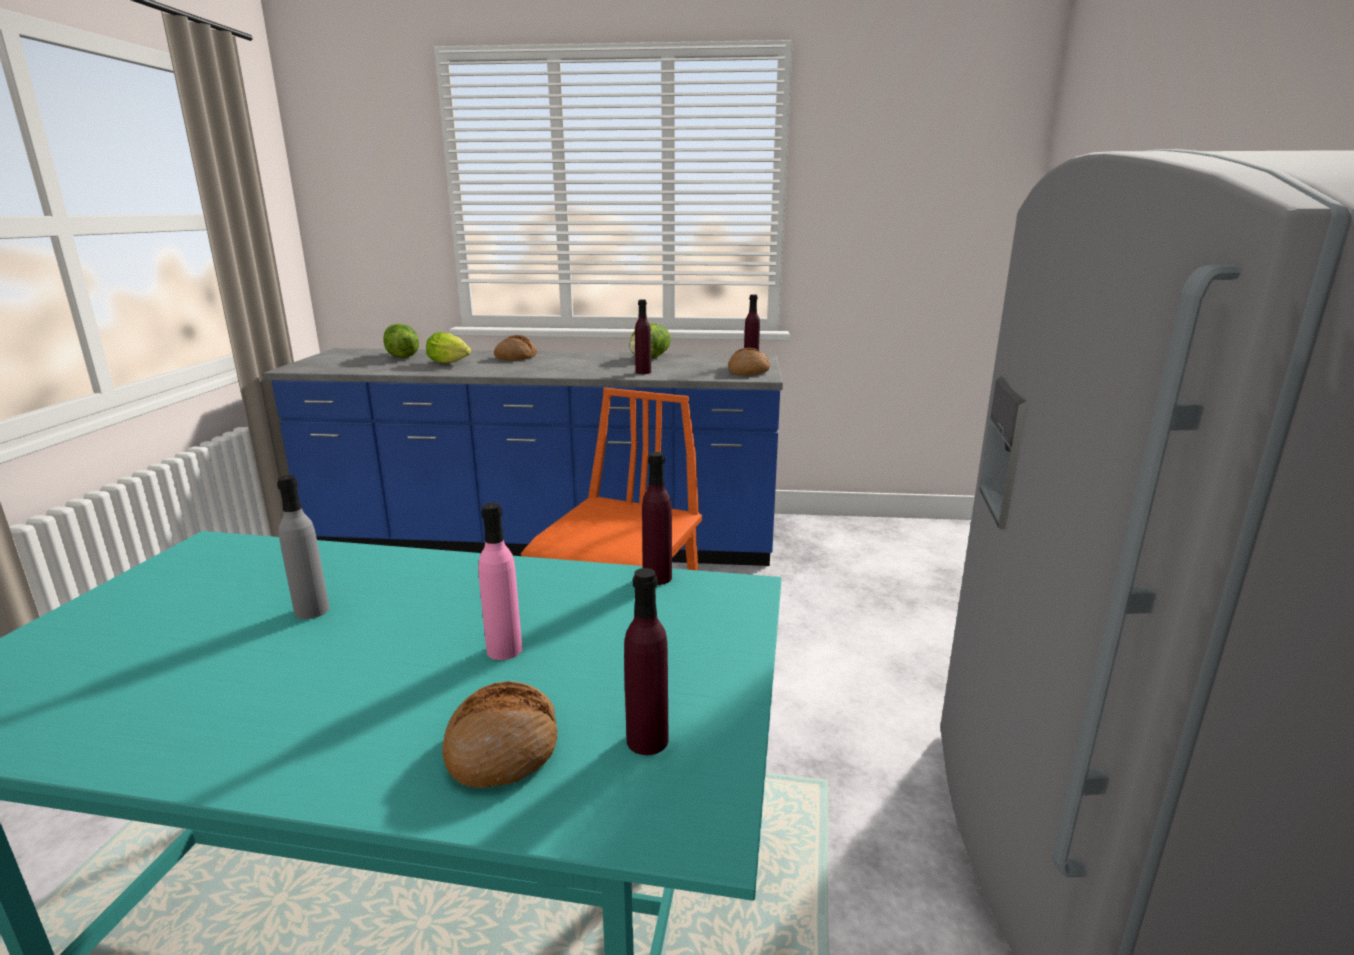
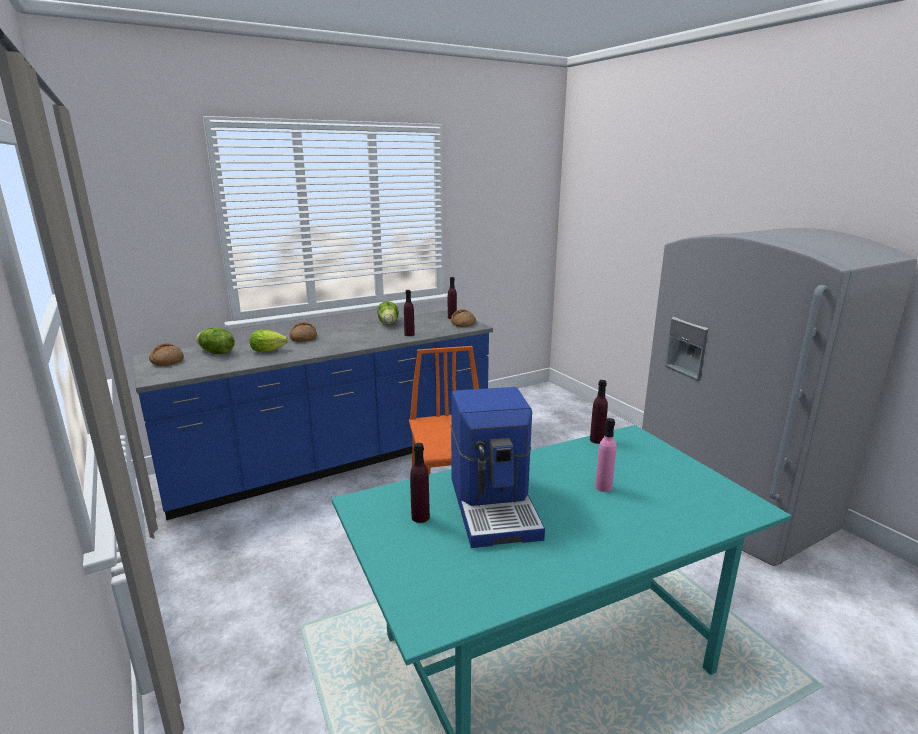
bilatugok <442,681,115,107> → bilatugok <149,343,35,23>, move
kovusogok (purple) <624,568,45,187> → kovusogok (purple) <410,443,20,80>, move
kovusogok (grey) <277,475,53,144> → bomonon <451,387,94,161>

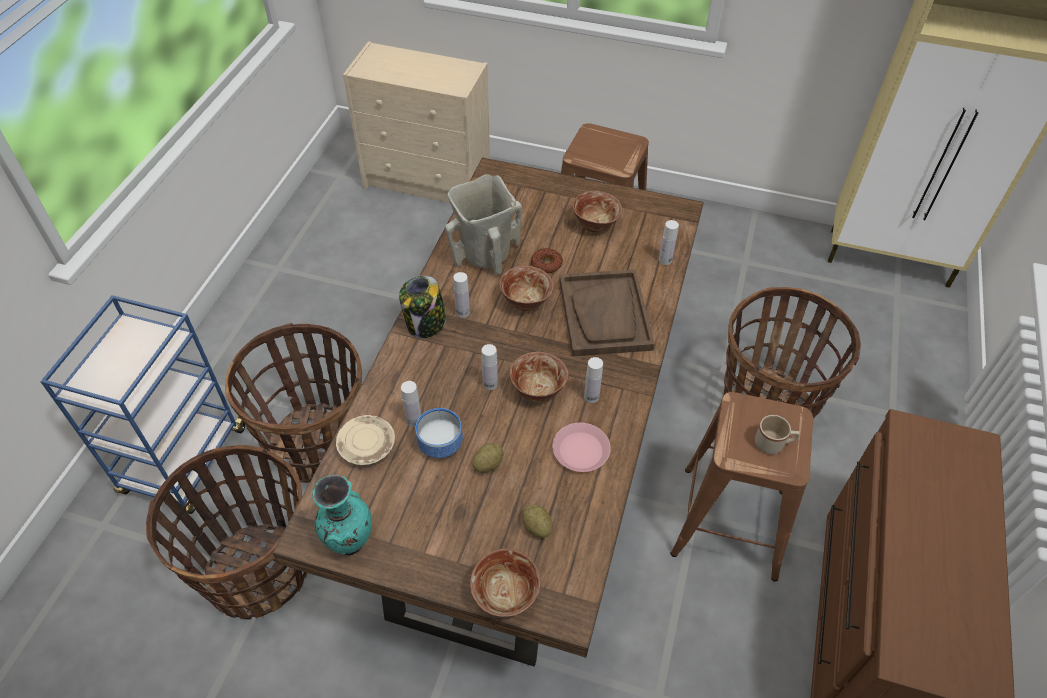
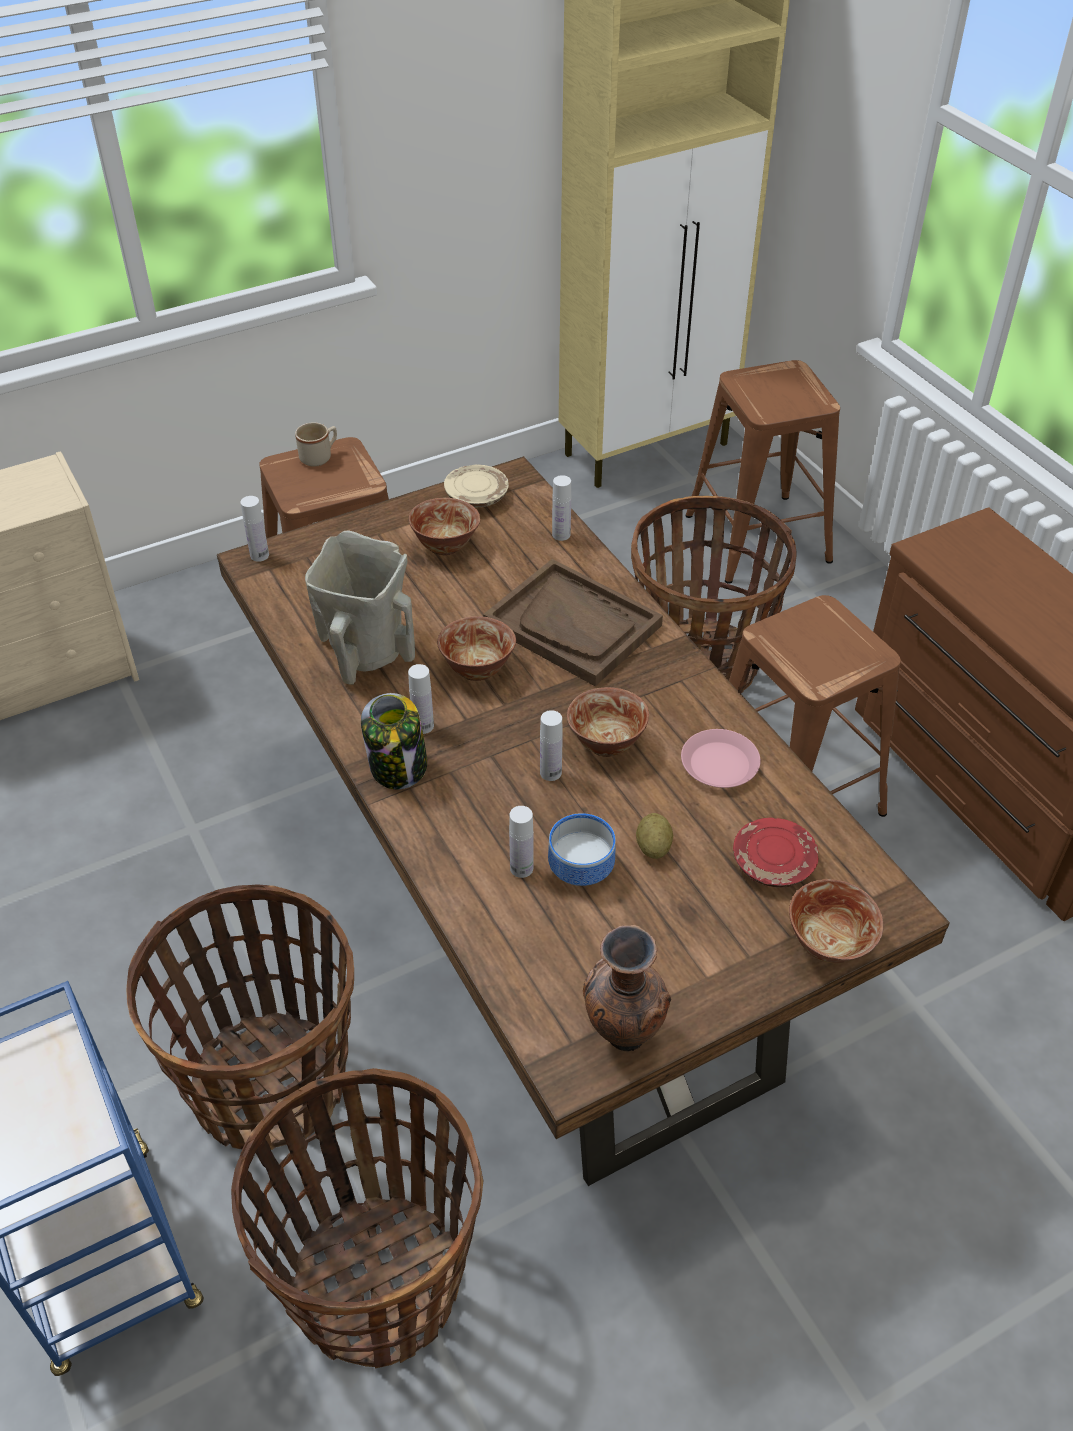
kovusogok (white) <584,357,19,46> → kovusogok (white) <240,496,29,66>, move
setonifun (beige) <755,415,45,39> → setonifun (beige) <295,422,42,45>, move
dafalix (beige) <336,415,59,51> → dafalix (beige) <444,465,65,42>, move
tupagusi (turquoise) <312,475,60,81> → tupagusi (brown) <583,925,88,126>
- → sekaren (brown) <685,360,155,224>
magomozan <522,504,30,34> → dafalix (red) <733,818,85,69>
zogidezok <531,248,32,25> → -

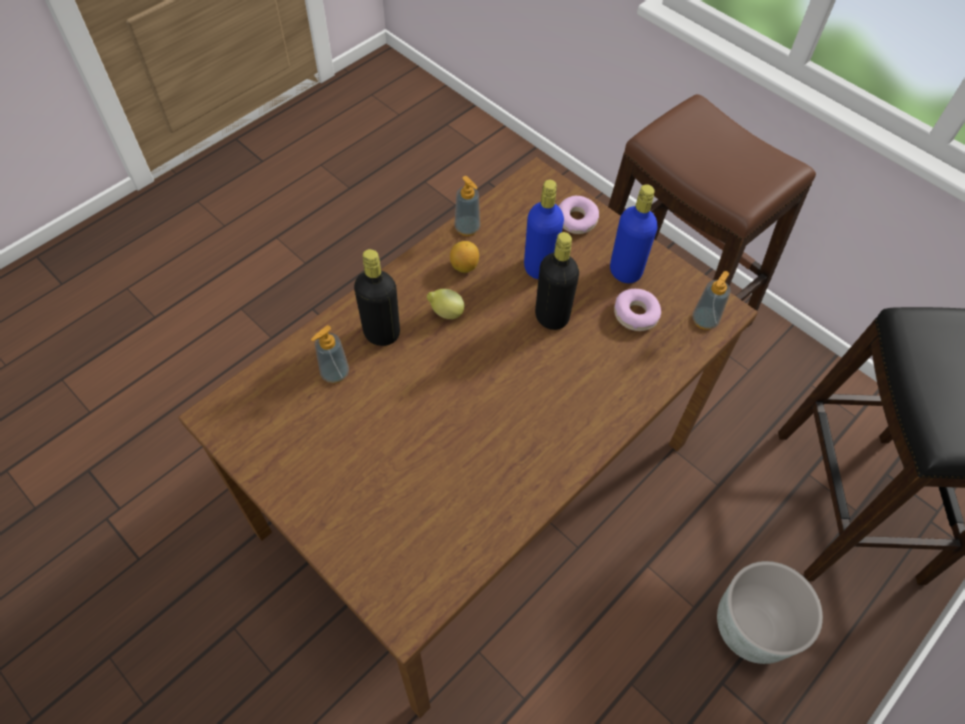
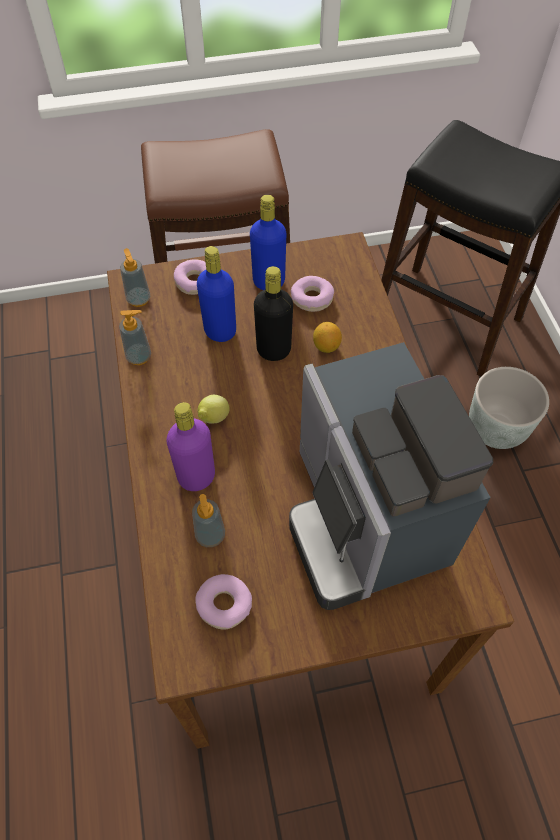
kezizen <692,271,39,59> → kezizen <120,248,30,59>, move
kovusogok (black) <354,249,46,97> → kovusogok (purple) <166,402,49,89>
- → zogidezok <195,574,57,56>
- → bomonon <289,342,204,268>
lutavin <450,241,29,32> → lutavin <313,322,29,31>, move

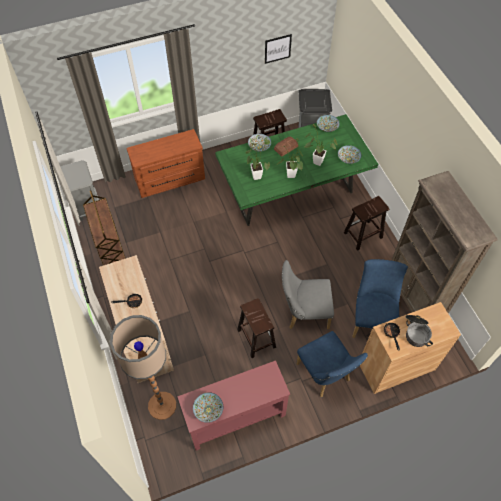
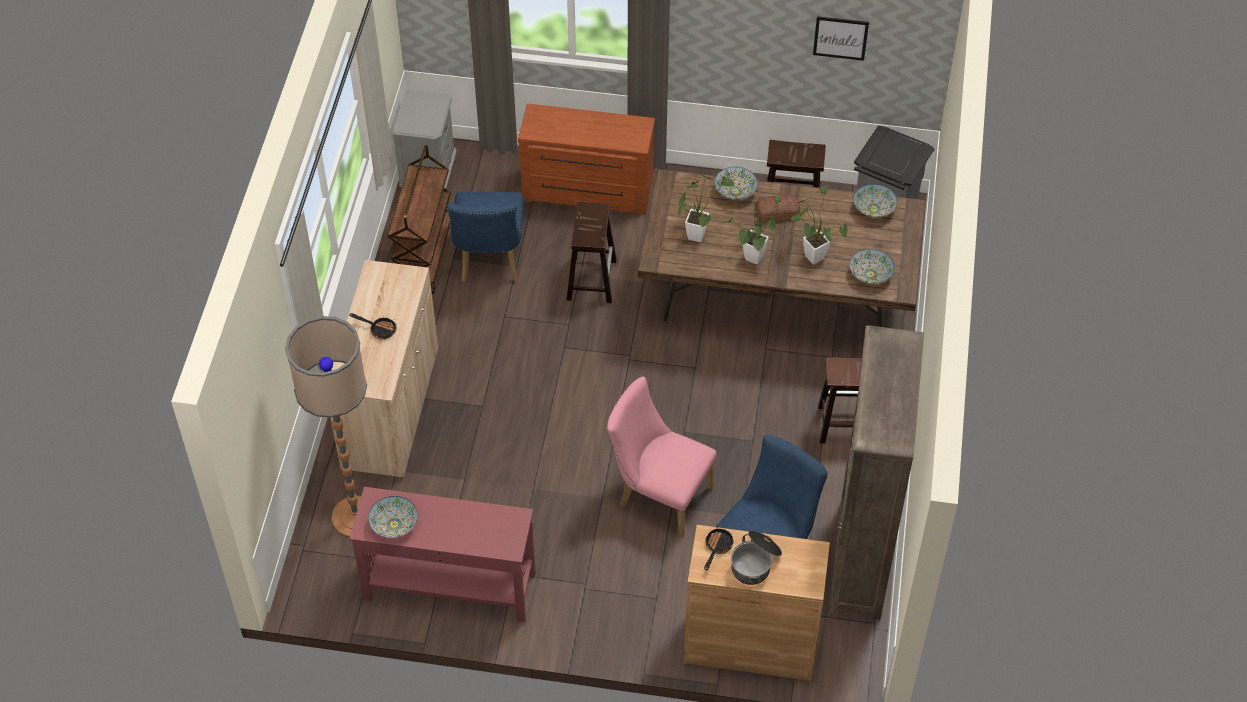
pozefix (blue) <296,331,72,66> → pozefix (blue) <446,191,78,91>, move
sekaren (brown) <237,298,39,60> → sekaren (brown) <567,202,50,101>, move
pozefix (grey) <282,260,52,69> → pozefix (pink) <607,377,110,160>
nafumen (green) <215,114,163,112> → nafumen (brown) <638,169,287,158>

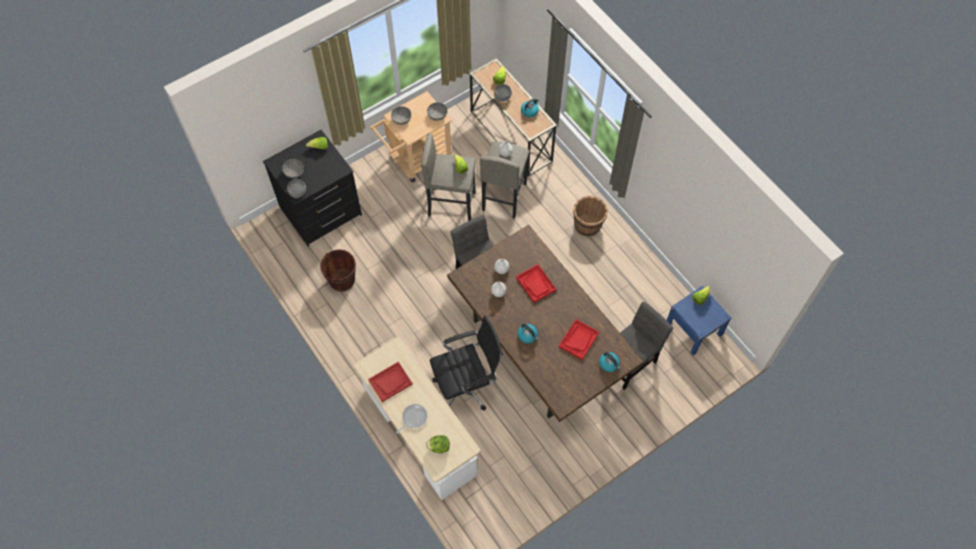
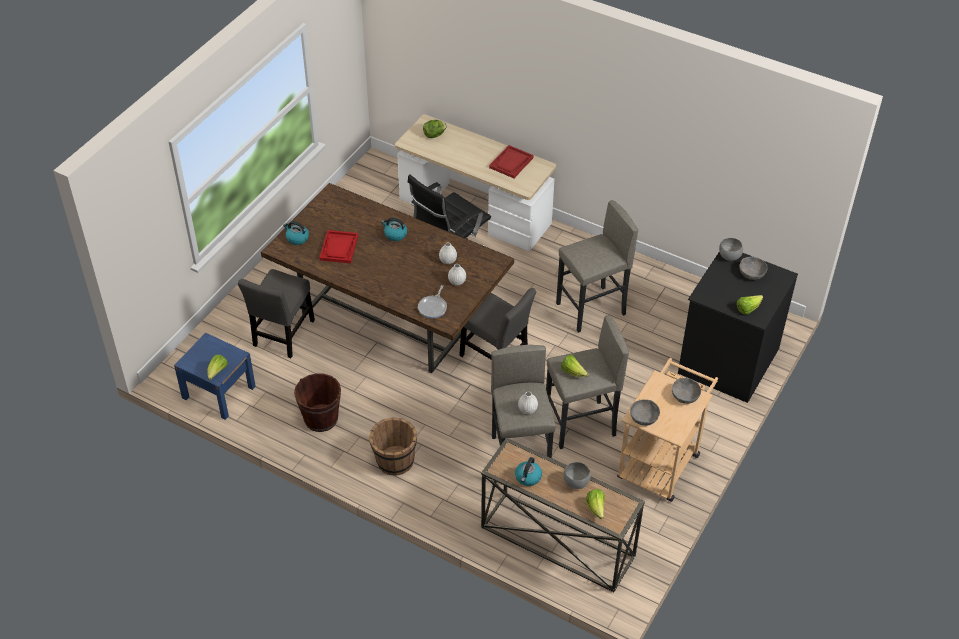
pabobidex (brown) <320,249,36,43> → pabobidex (brown) <294,373,47,59>, move
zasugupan <396,404,31,30> → zasugupan <418,285,29,33>, move
- → sekaren (grey) <556,200,82,133>
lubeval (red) <516,264,40,39> → -

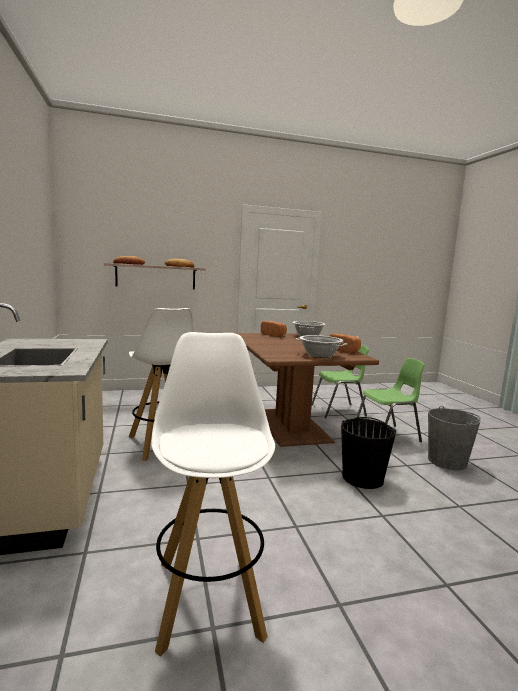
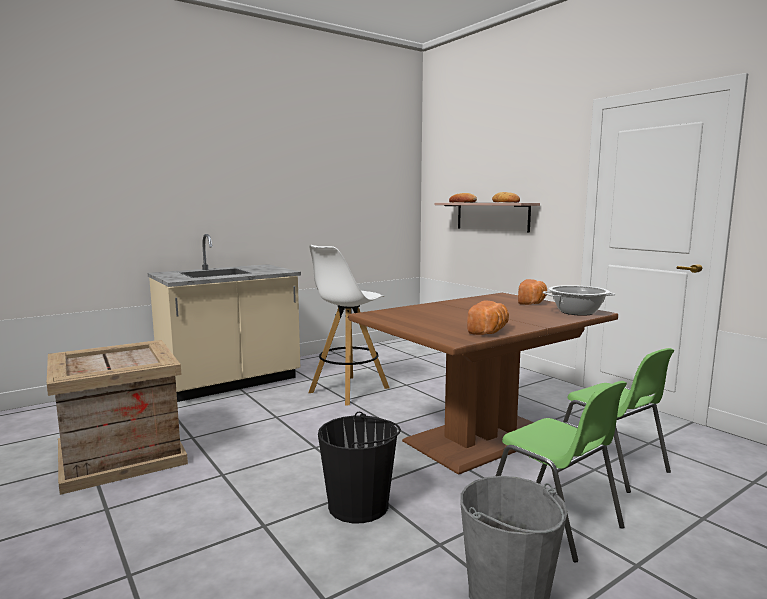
sekaren (white) <151,332,124,325> → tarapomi <47,340,141,155>
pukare <296,335,51,23> → -

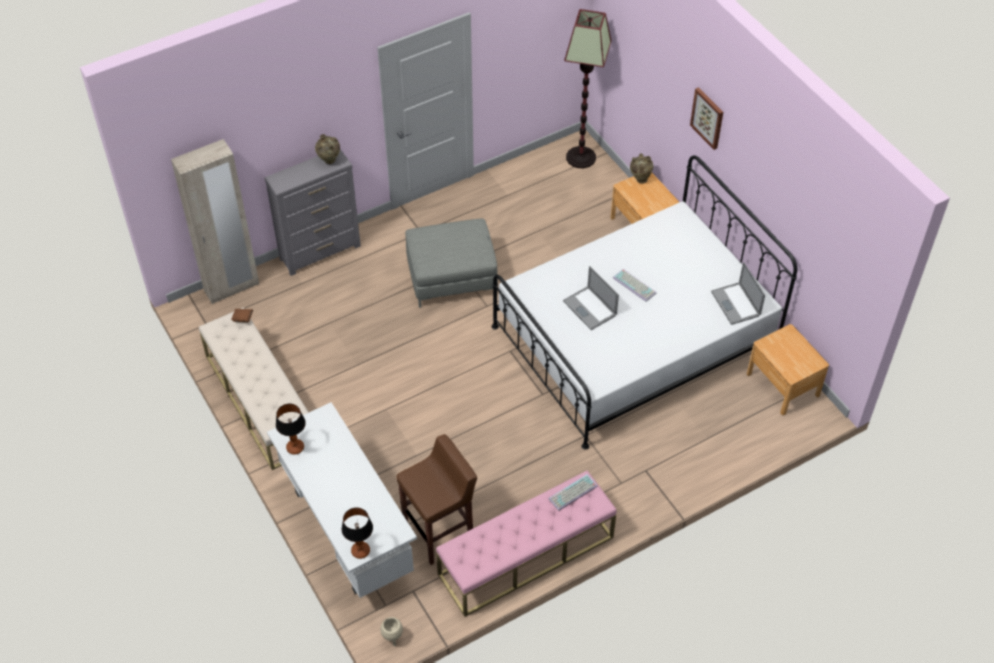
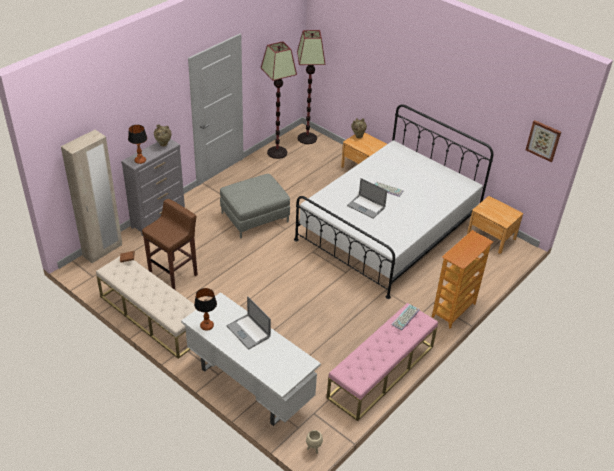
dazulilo <342,507,31,52> → dazulilo <128,125,19,39>, move
sekaren (brown) <396,434,81,131> → sekaren (brown) <142,199,56,91>, move
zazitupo <711,262,54,63> → zazitupo <227,296,44,53>, move
- → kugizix <261,41,36,118>
- → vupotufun <432,230,62,99>
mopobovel <690,87,33,63> → mopobovel <526,120,35,42>, move

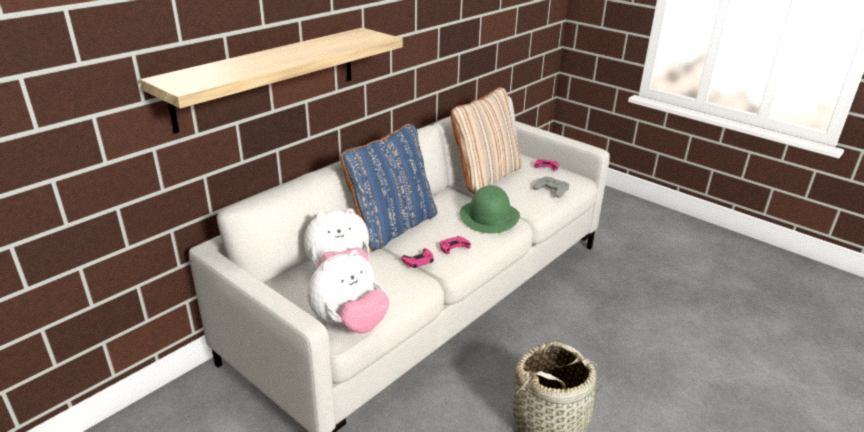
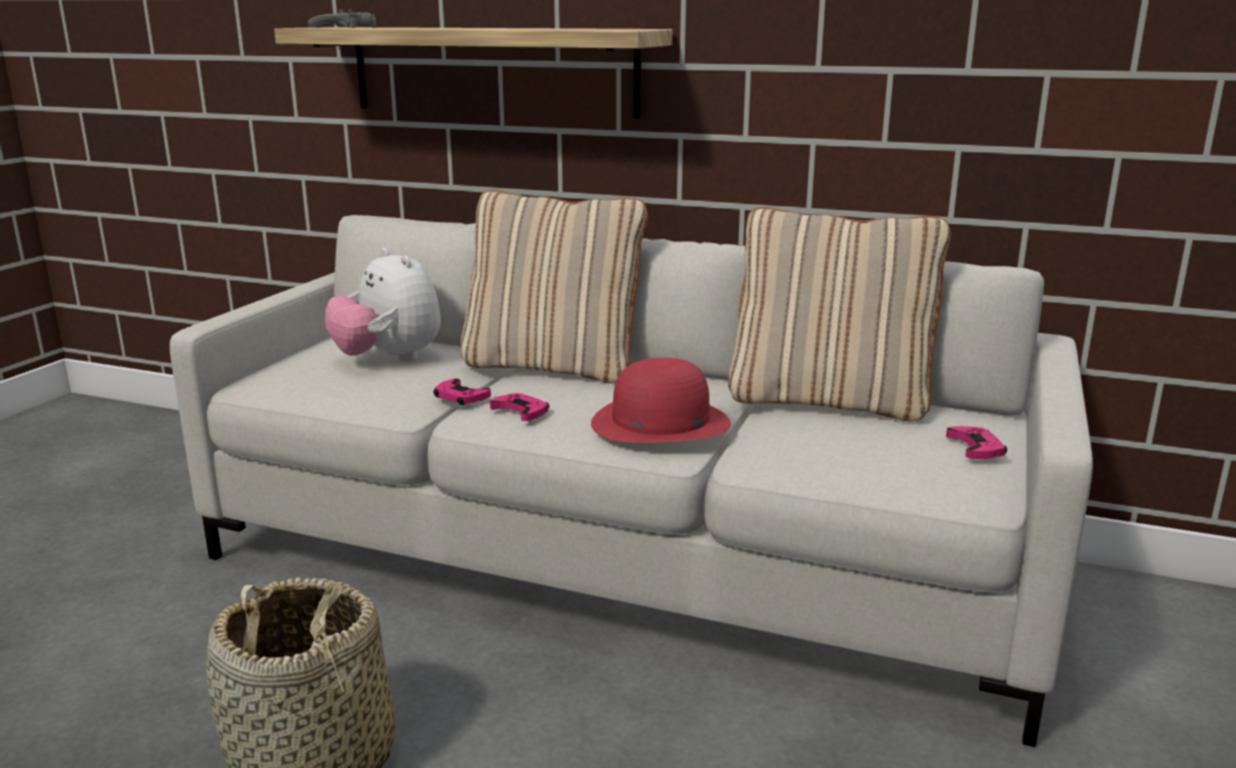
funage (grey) <533,176,37,22> → funage (grey) <308,10,68,18>, move
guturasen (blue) <340,124,98,127> → guturasen (beige) <461,190,187,193>
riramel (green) <460,185,60,48> → riramel (red) <591,358,140,85>
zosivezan <308,250,82,83> → -

